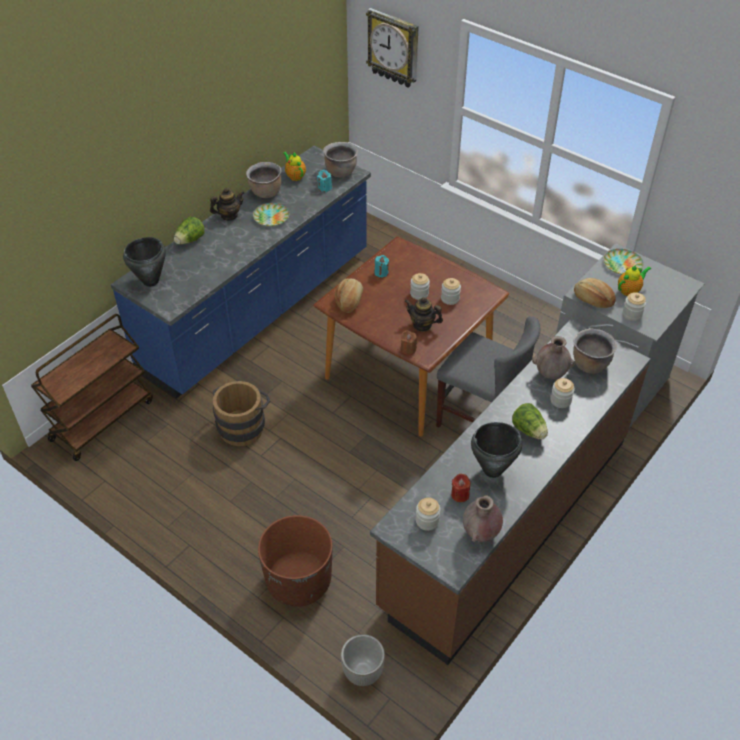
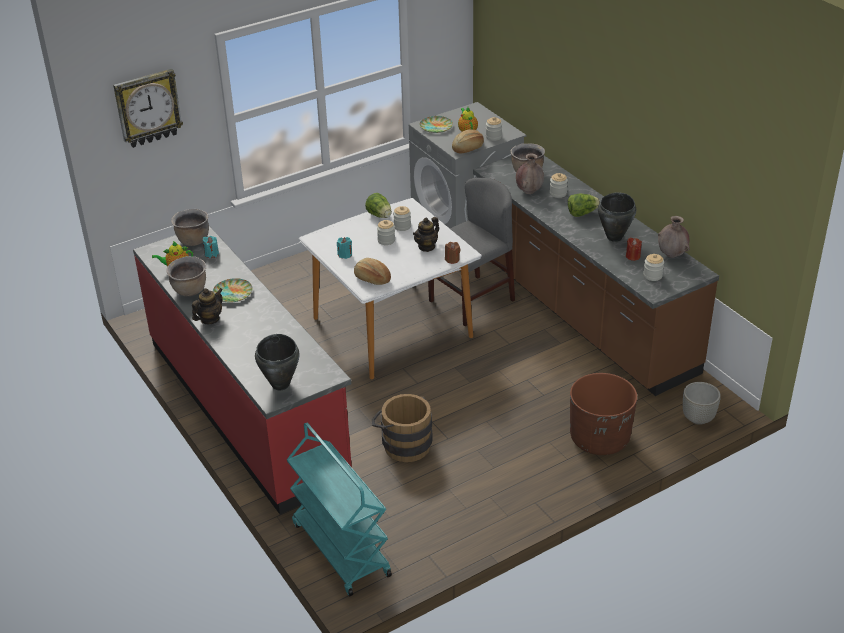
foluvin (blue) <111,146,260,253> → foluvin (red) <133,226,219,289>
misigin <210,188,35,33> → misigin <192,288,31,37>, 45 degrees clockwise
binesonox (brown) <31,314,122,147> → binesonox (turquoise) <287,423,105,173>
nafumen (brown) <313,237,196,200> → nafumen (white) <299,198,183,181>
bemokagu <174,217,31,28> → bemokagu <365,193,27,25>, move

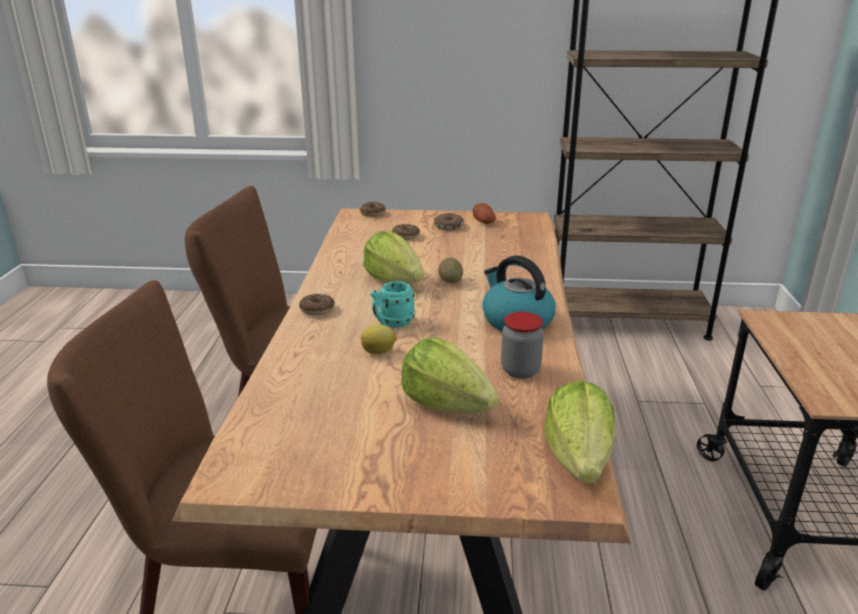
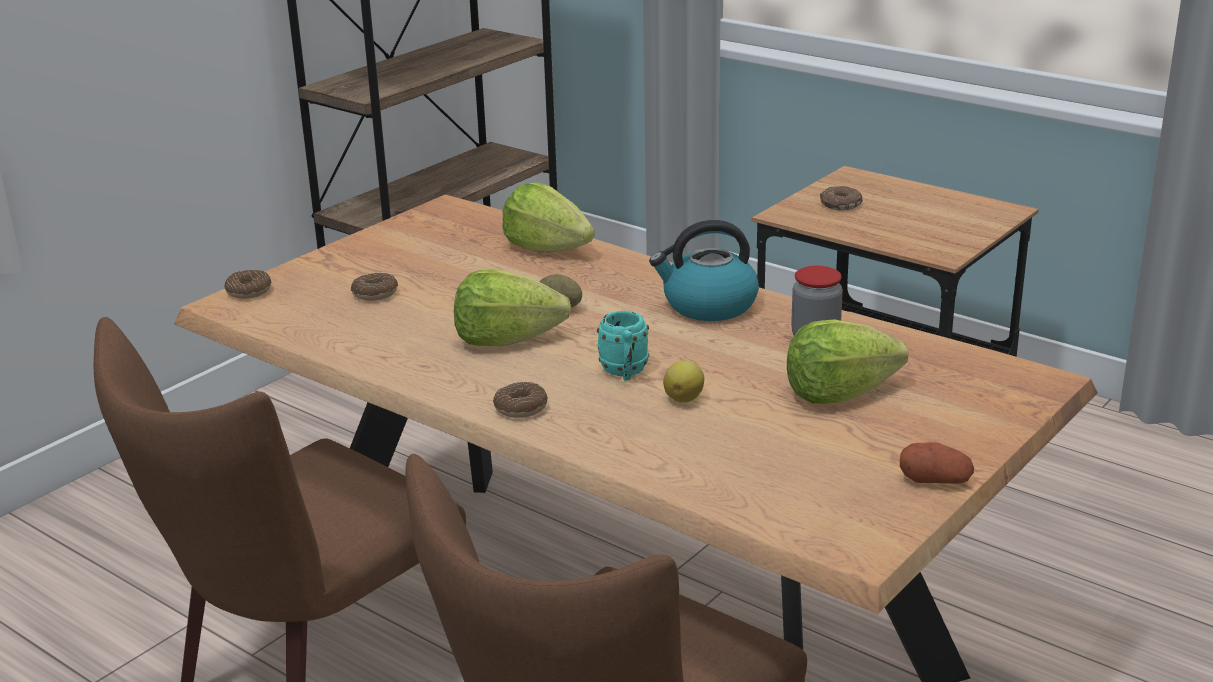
bemokagu <544,380,71,103> → bemokagu <502,182,93,71>, move
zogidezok <434,213,30,17> → zogidezok <820,186,42,24>, move
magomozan <472,203,24,21> → magomozan <900,442,74,42>, move

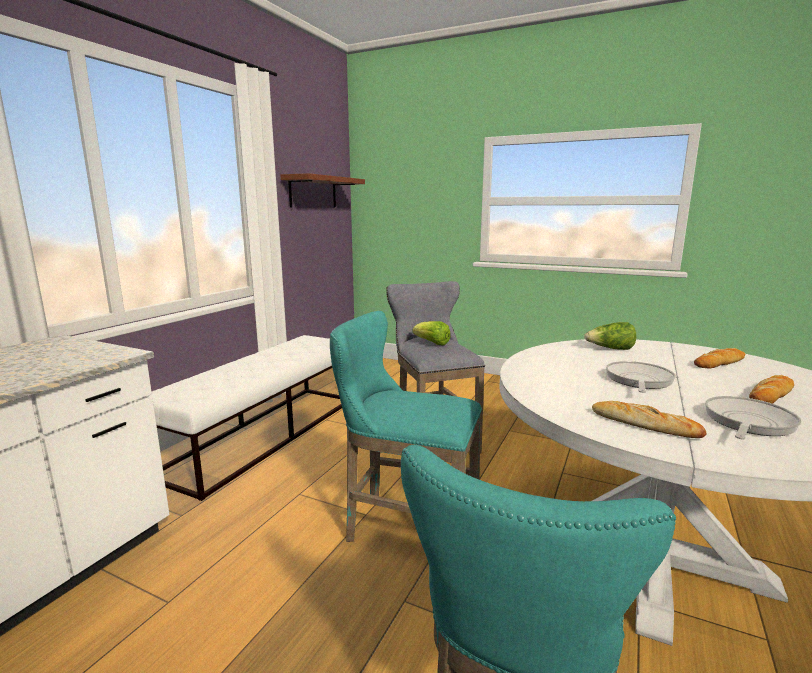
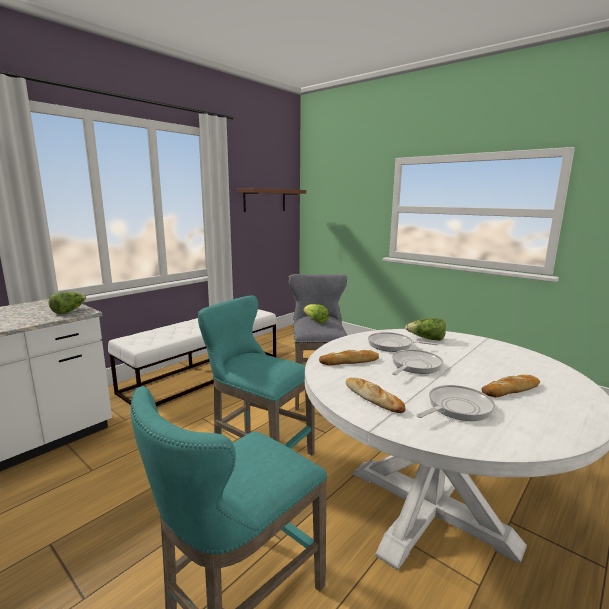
- → bemokagu <48,292,38,22>
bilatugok <694,348,52,21> → bilatugok <319,350,60,15>, move
- → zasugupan <368,332,70,20>

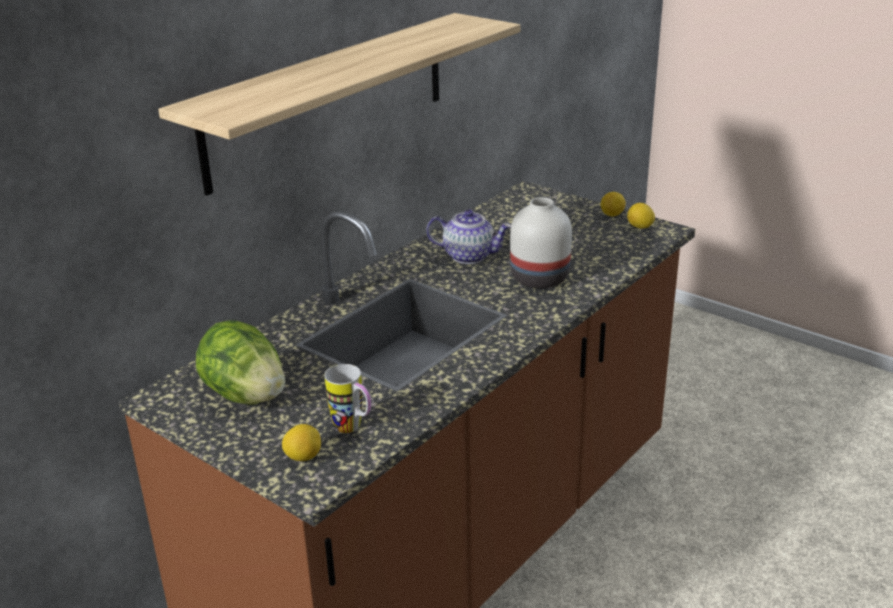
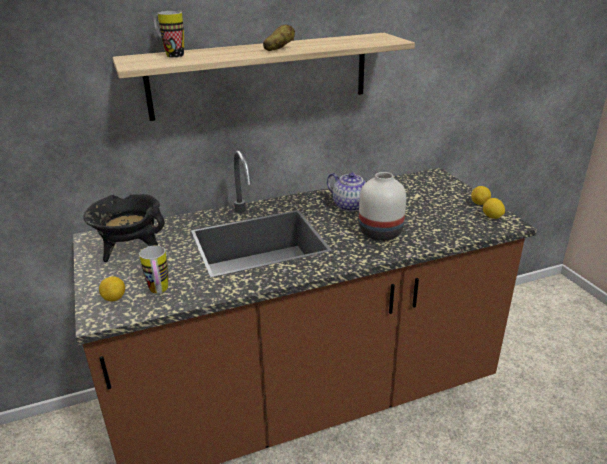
bemokagu <196,320,89,85> → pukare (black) <83,194,82,68>
- → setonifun <154,11,30,47>
- → magomozan <263,25,32,26>

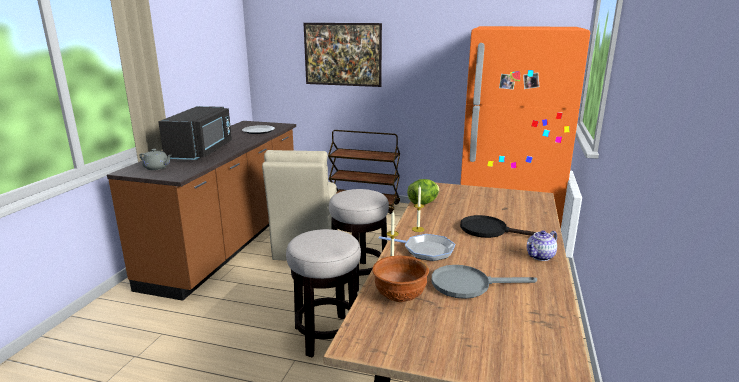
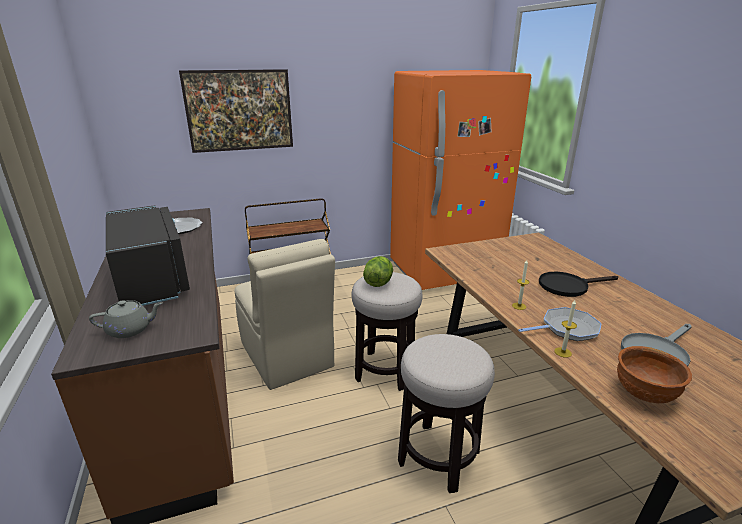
bemokagu <407,179,33,26> → bemokagu <363,256,30,31>, move
misigin <527,230,30,31> → -

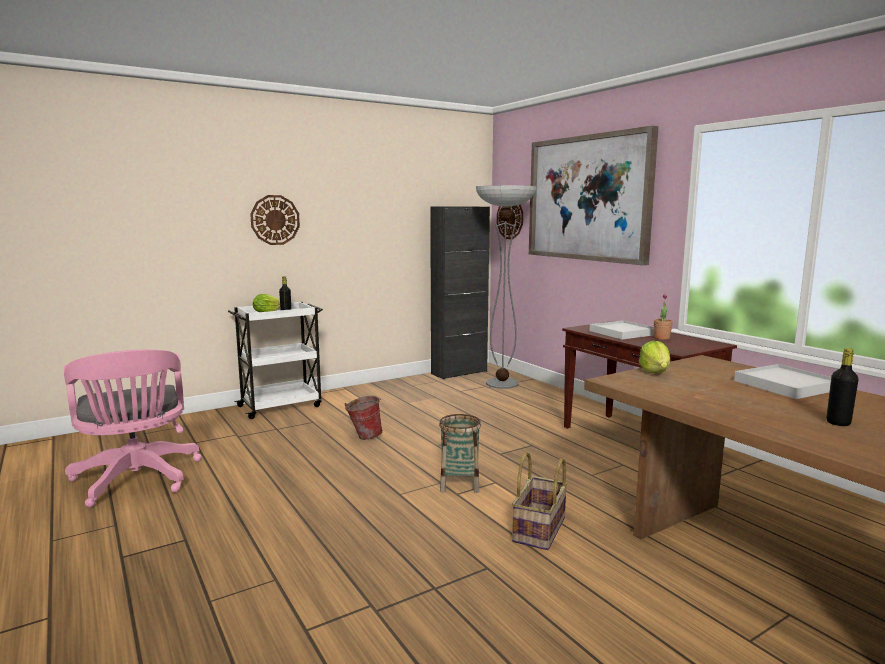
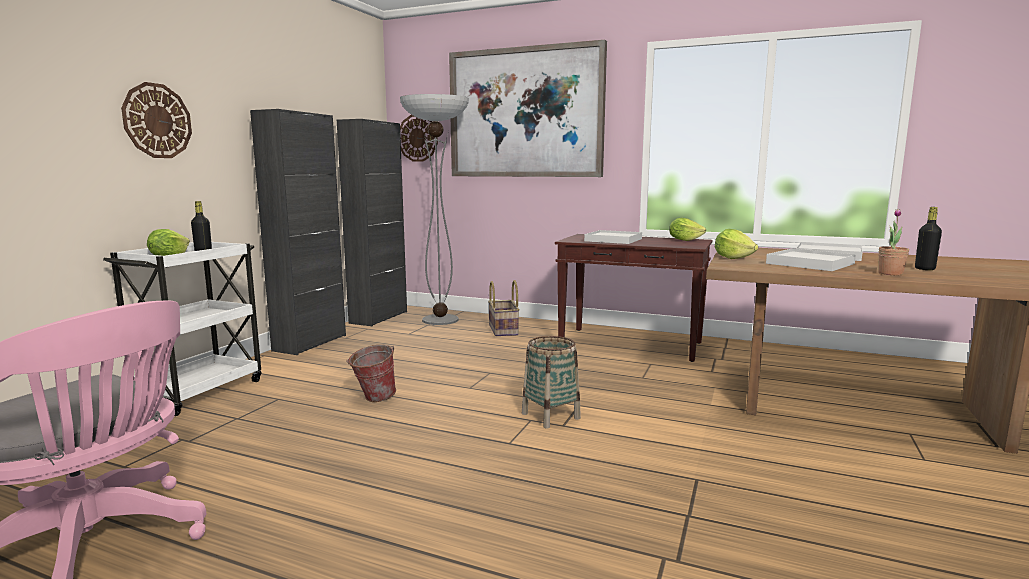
- → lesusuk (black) <250,109,96,246>
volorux <512,452,56,98> → volorux <488,280,32,56>, move
- → bemokagu <669,218,37,23>
- → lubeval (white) <766,248,90,23>
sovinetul <654,293,19,47> → sovinetul <878,209,31,66>, move

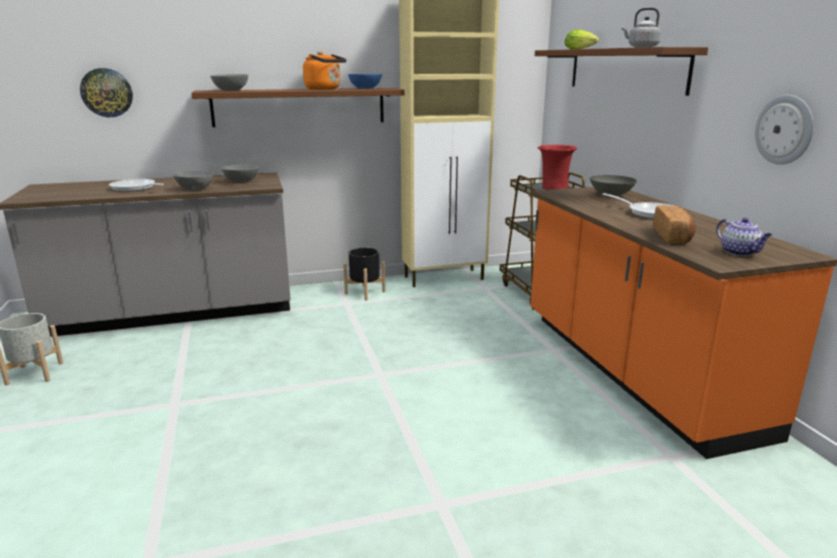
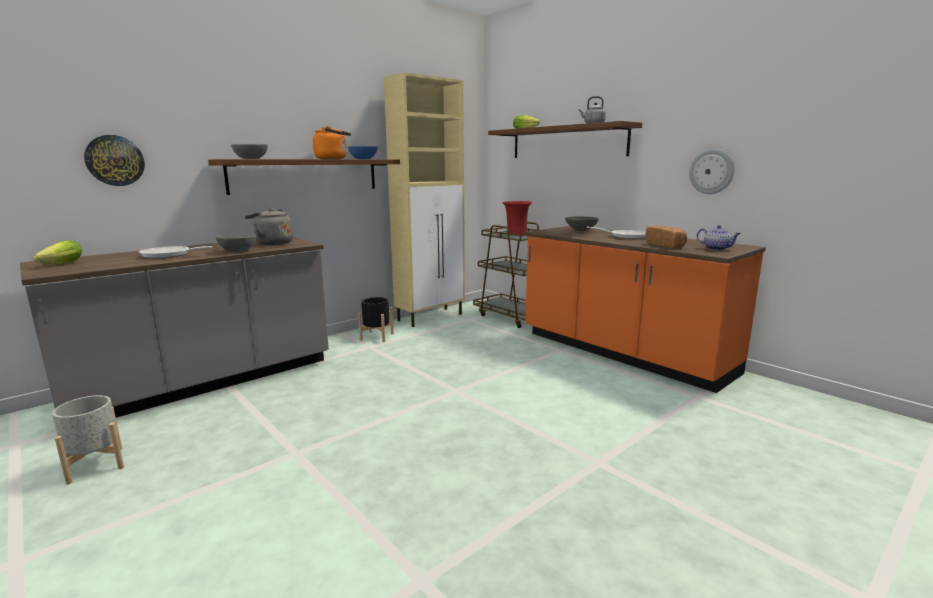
- → bemokagu <33,240,49,24>
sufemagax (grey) <221,165,38,18> → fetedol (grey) <245,208,48,37>

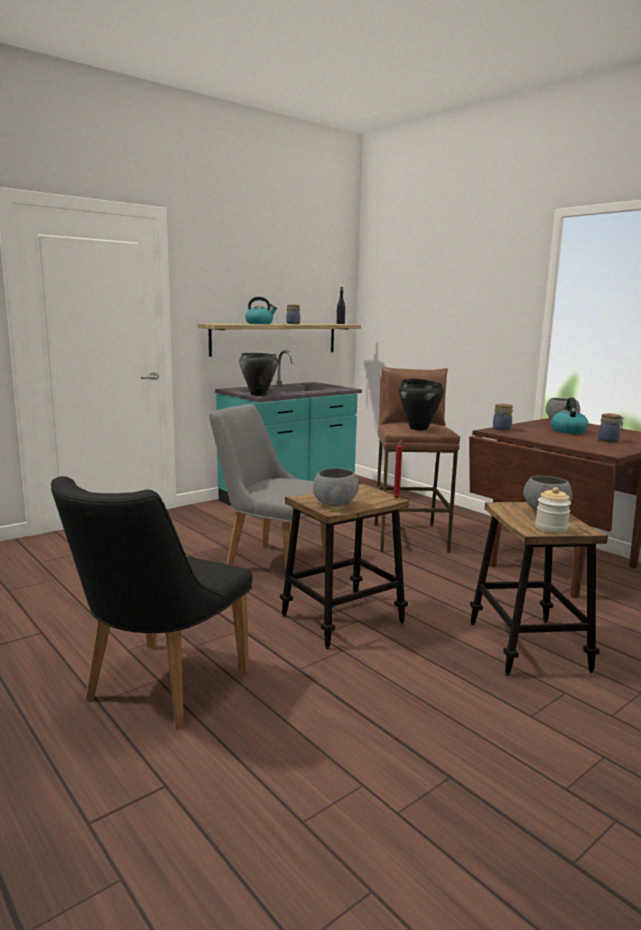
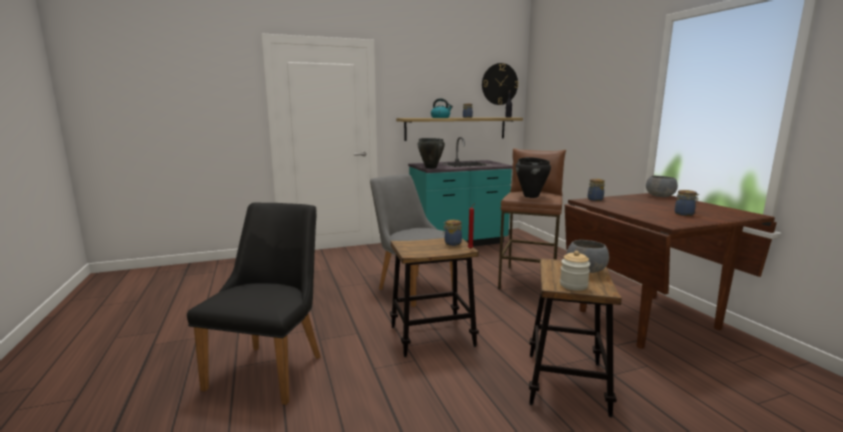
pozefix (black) <51,476,201,254> → pozefix (black) <187,203,134,202>, 150 degrees clockwise
- → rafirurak <443,220,19,26>
- → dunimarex <482,63,36,42>
sufemagax (grey) <313,468,46,38> → -
fetedol <551,398,38,36> → -

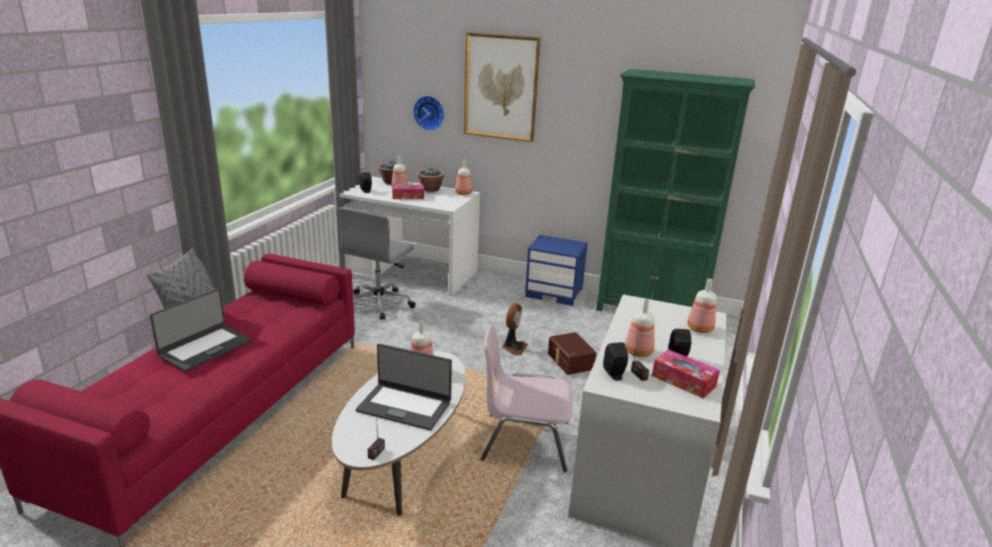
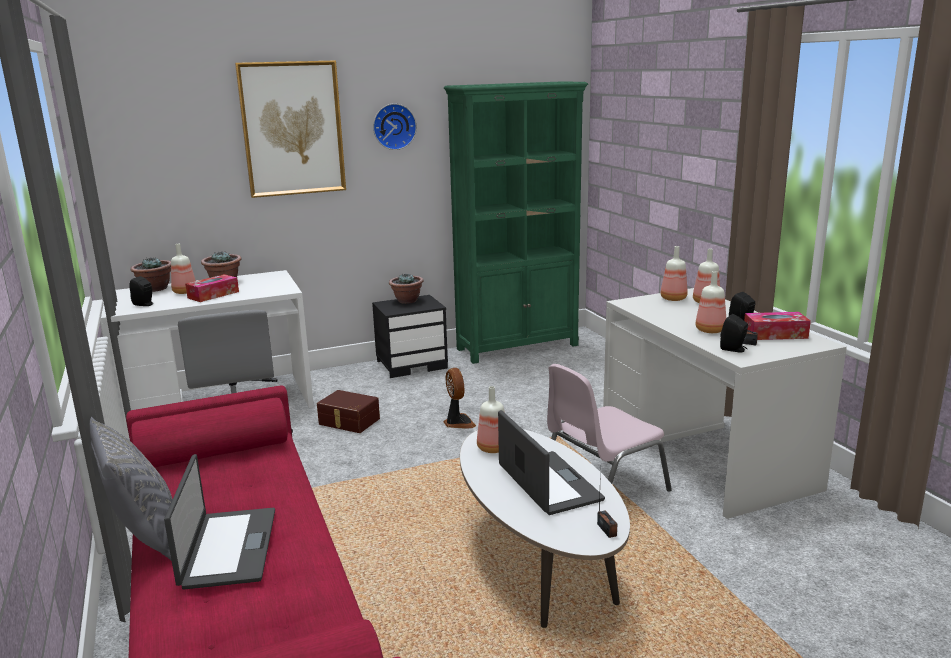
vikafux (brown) <548,332,48,43> → vikafux (brown) <317,390,63,43>, move
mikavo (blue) <525,235,63,71> → mikavo (black) <372,295,76,83>
dunimarex <413,96,32,35> → dunimarex <373,103,44,47>, move
- → sovinetul <389,273,35,31>
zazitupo <356,344,96,87> → zazitupo <498,410,107,105>, 90 degrees counterclockwise
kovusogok <455,160,17,35> → kovusogok <661,246,27,55>, move

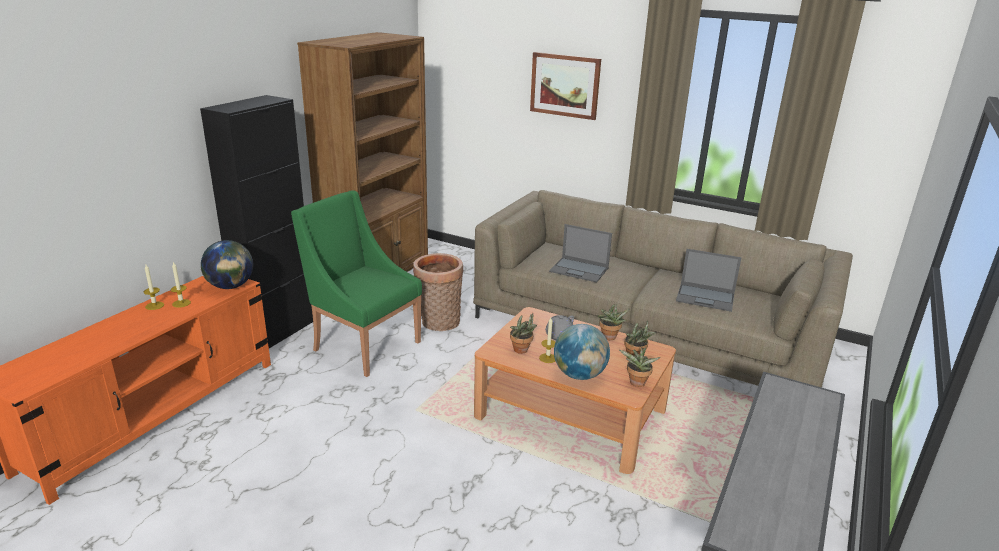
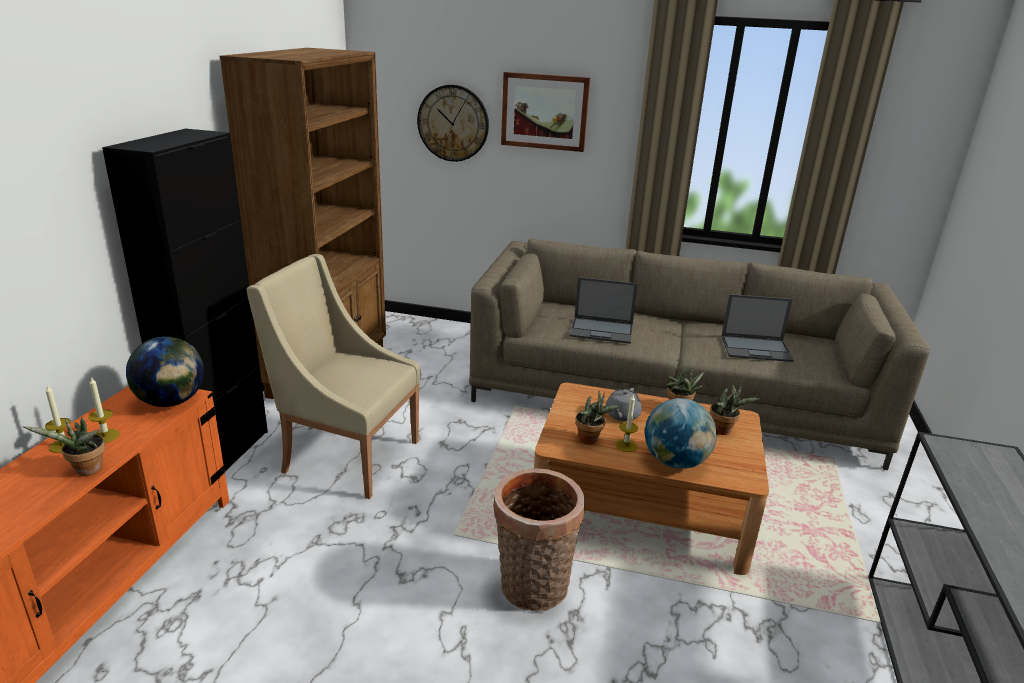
sovinetul <619,347,41,40> → sovinetul <23,418,82,58>, move
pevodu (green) <291,190,131,187> → pevodu (beige) <247,254,174,245>
- → dunimarex <417,85,72,77>
volorux <413,253,50,78> → volorux <493,468,92,144>, move

